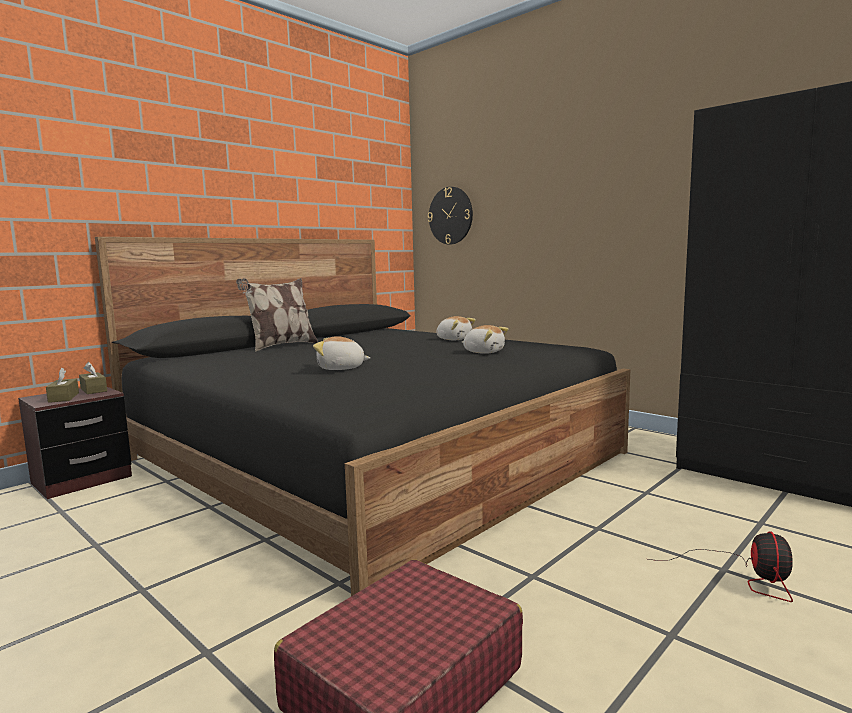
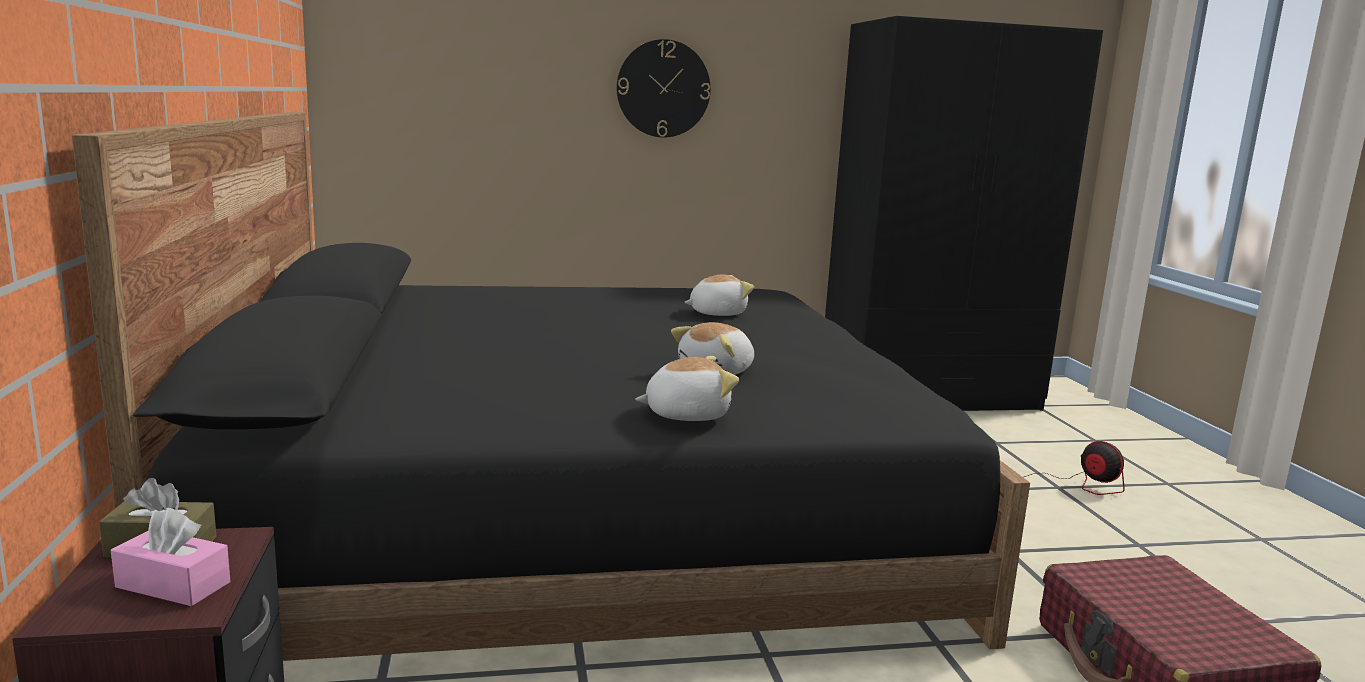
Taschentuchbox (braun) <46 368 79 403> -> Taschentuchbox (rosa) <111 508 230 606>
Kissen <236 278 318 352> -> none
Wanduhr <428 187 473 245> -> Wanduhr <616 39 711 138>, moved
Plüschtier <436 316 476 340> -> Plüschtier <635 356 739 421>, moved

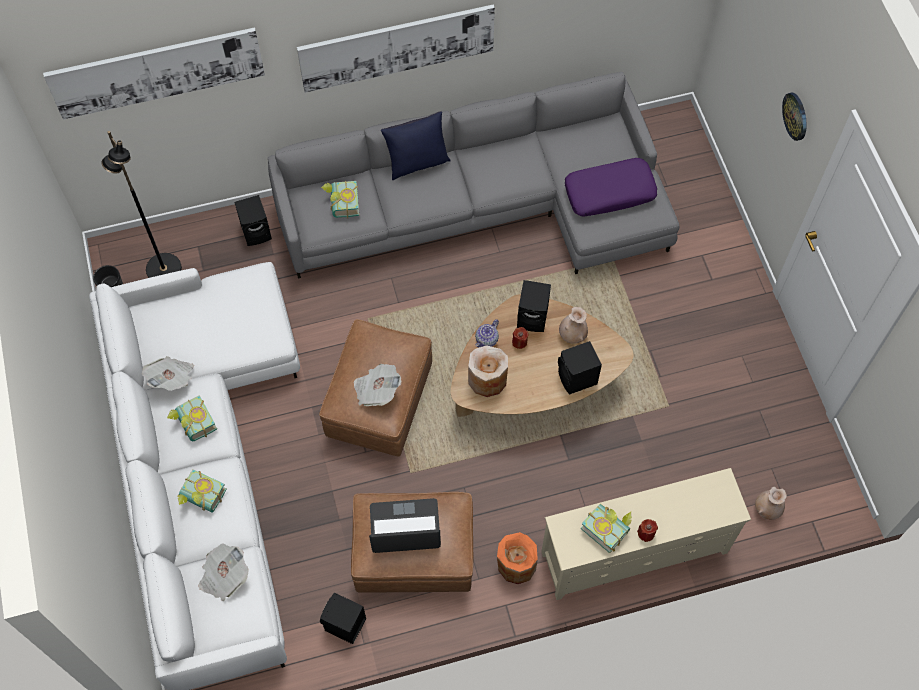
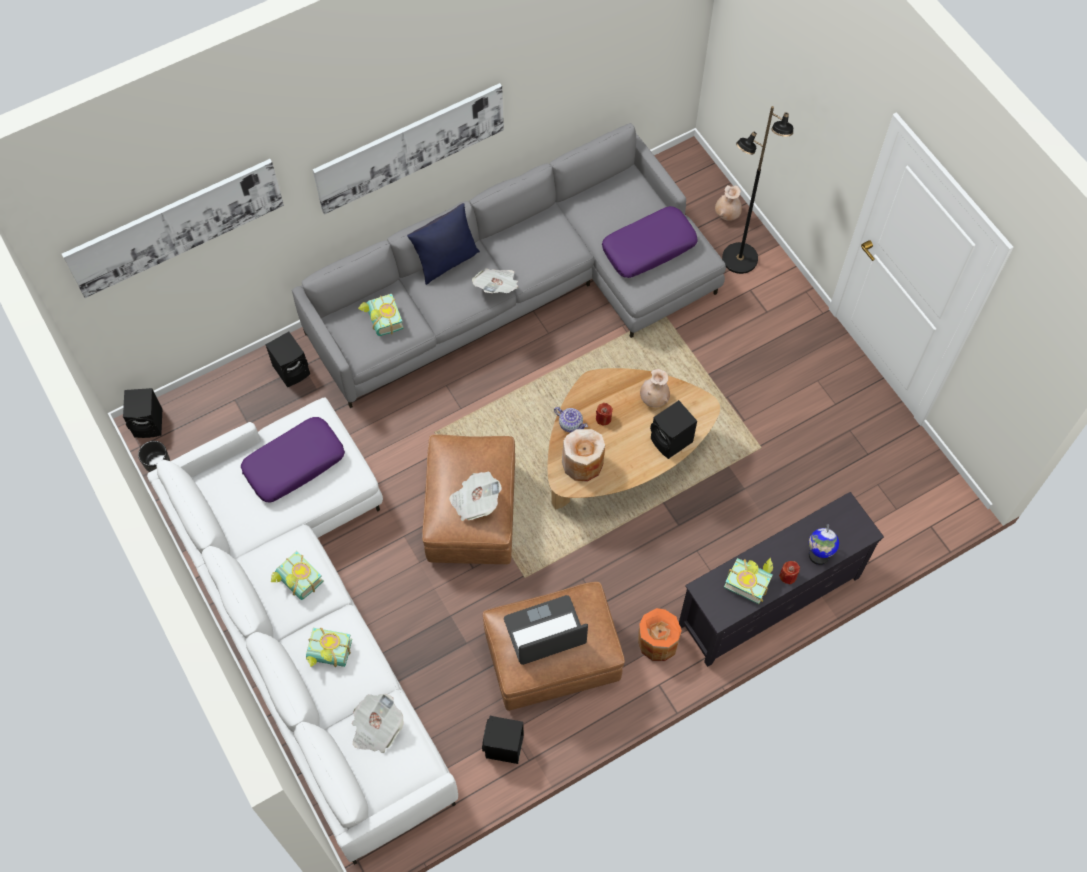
Stehlampe (schwarz) <101 131 182 278> -> Stehlampe (schwarz) <722 106 793 274>, moved
Zeitung <142 356 194 391> -> Zeitung <472 268 518 293>, moved
Teekanne <475 319 499 348> -> Teekanne <554 407 588 433>, 75 degrees counterclockwise
Lautsprecher (schwarz) <517 280 551 332> -> Lautsprecher (schwarz) <123 388 162 438>, moved
Fernsehschrank (beige) <541 468 751 600> -> Fernsehschrank (schwarz) <679 492 884 667>
Vase (beige) <755 487 787 520> -> Vase (beige) <715 185 742 221>, moved
Wanduhr <782 93 807 141> -> none
none -> Kissen (lila) <241 417 345 502>
none -> Globus <809 524 839 565>

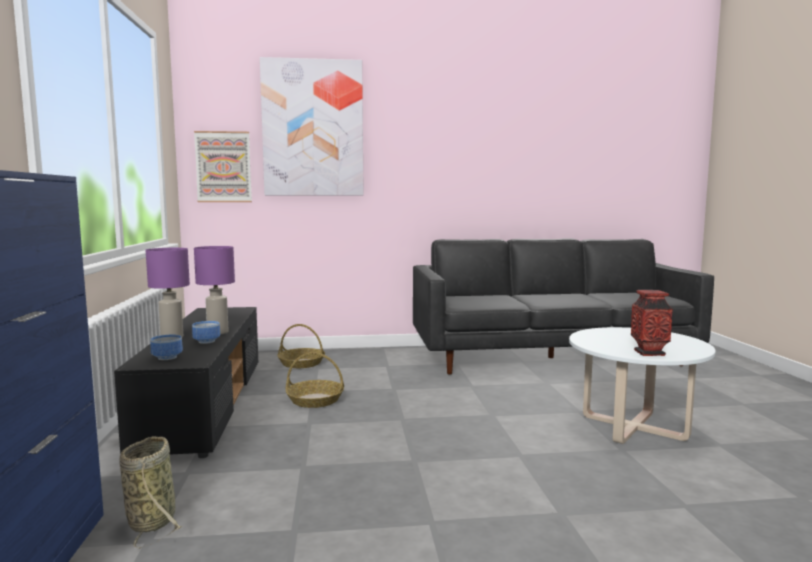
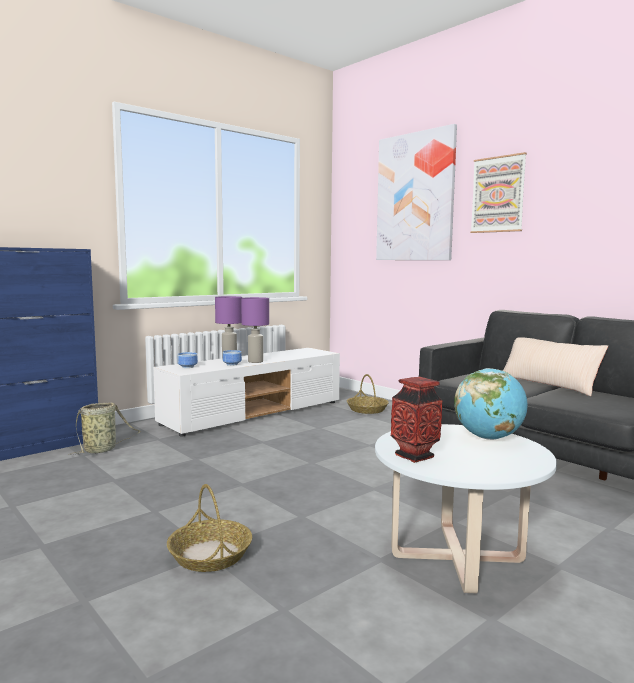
Fernsehschrank (schwarz) <114 307 258 458> -> Fernsehschrank (weiß) <153 348 340 437>
Bild <194 131 252 202> -> Bild <470 152 527 233>, moved
Korb <286 352 344 408> -> Korb <167 484 252 572>, moved
none -> Globus <454 368 528 440>
none -> Kissen (beige) <503 337 608 396>

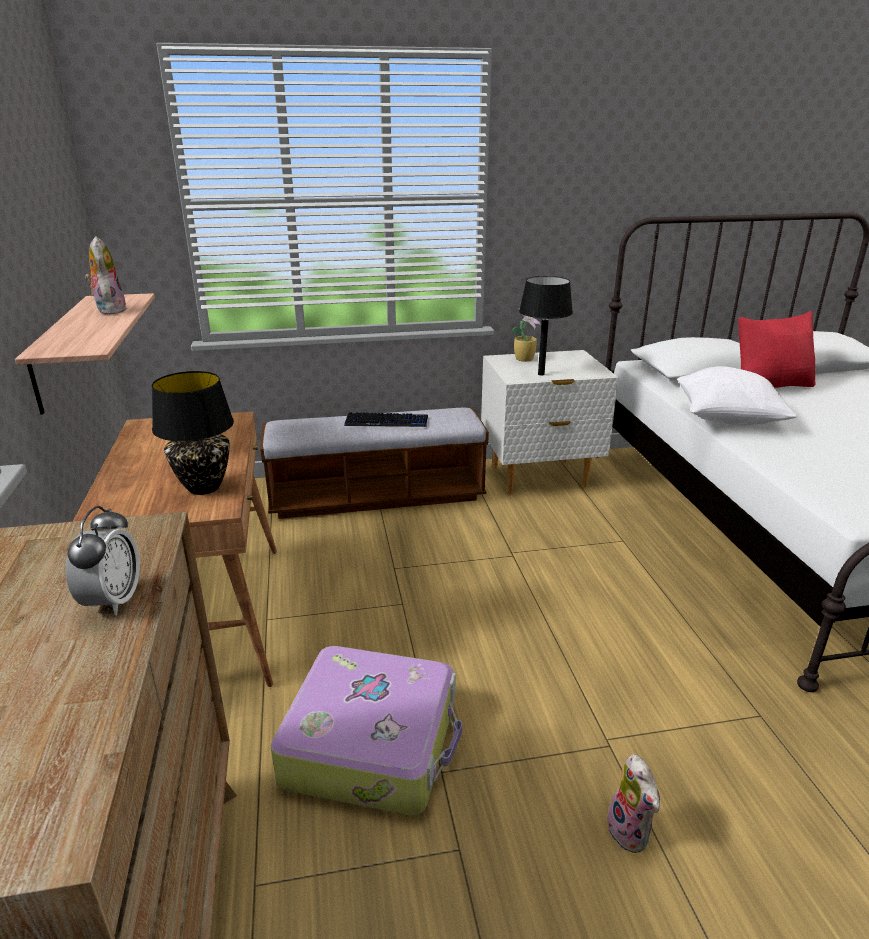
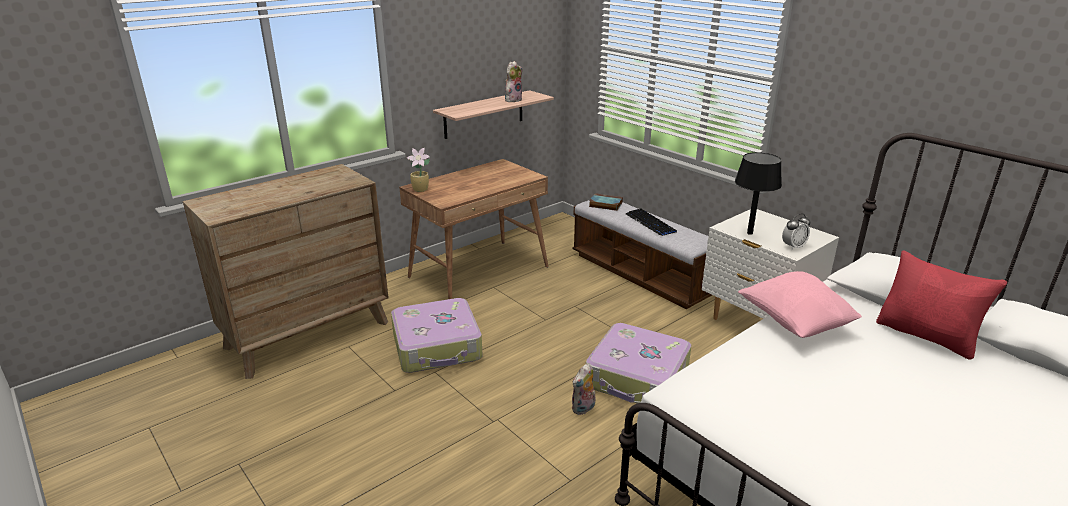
Wecker <65 506 140 616> -> Wecker <782 213 810 250>, moved
Tischlampe (schwarz) <152 371 234 495> -> none
Topfpflanze <512 308 541 362> -> Topfpflanze <407 148 430 192>, moved
Plüschtier <607 754 660 853> -> Plüschtier <572 363 596 415>, moved
Kissen (weiß) <677 366 798 425> -> Kissen (rosa) <738 271 862 338>
none -> Koffer <586 323 692 404>
none -> Buch <589 193 623 211>

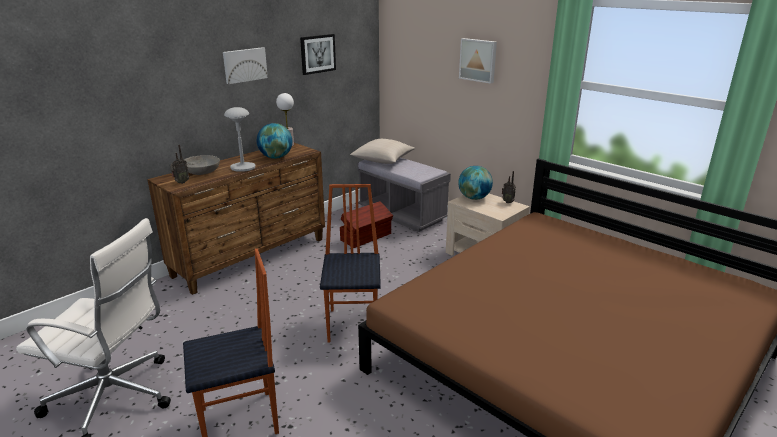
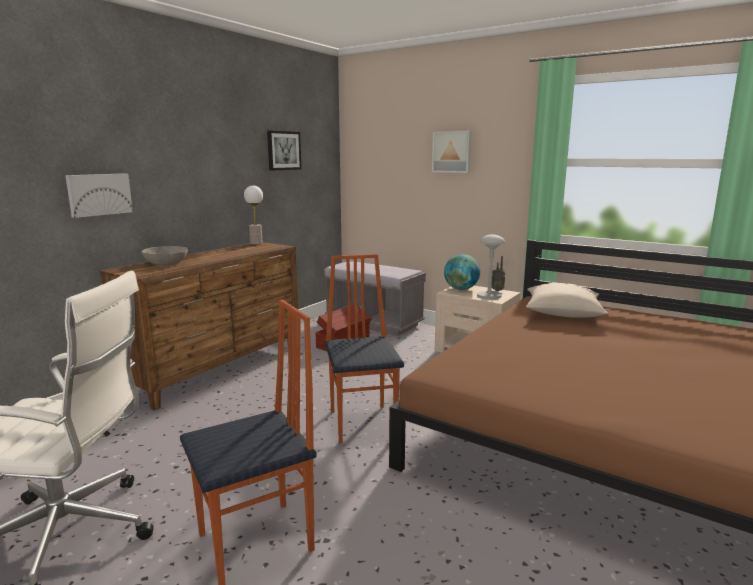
Radio <170 145 189 184> -> none
Bild <223 47 268 84> -> Bild <65 173 133 218>, moved
Tischlampe (grau) <224 107 255 172> -> Tischlampe (grau) <477 235 505 299>, moved
Globus <257 123 292 159> -> none
Kissen (beige) <350 139 415 164> -> Kissen (beige) <526 283 608 318>, moved

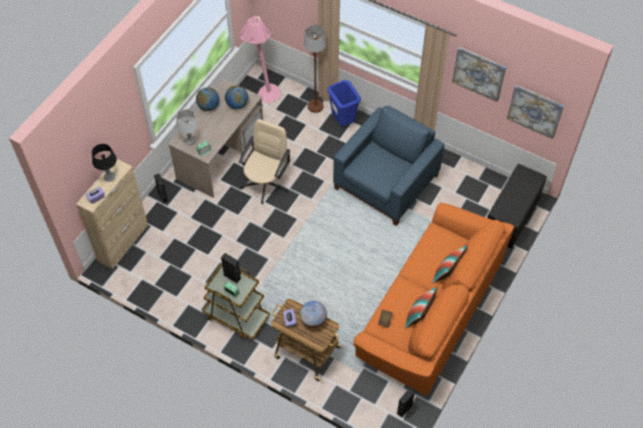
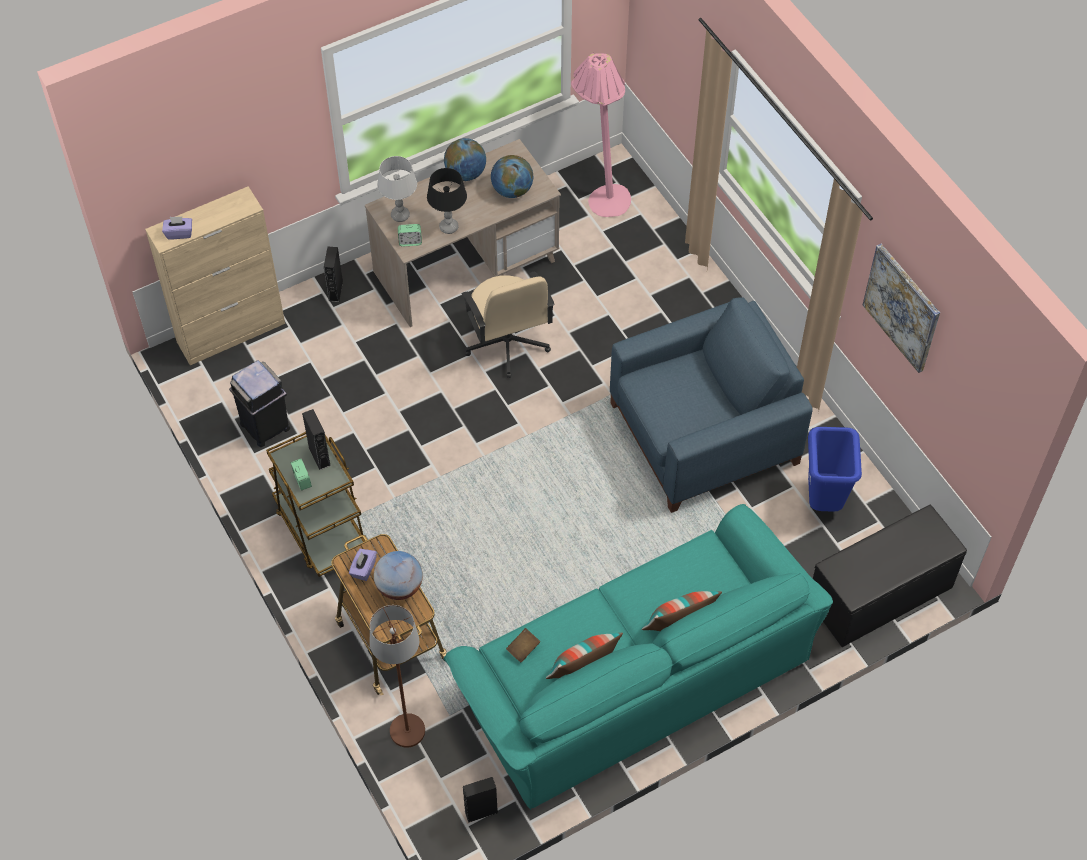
Tischlampe (schwarz) <92 144 117 182> -> Tischlampe (schwarz) <427 168 467 234>, moved
Bürostuhl (beige) <239 119 291 204> -> Bürostuhl (beige) <462 272 554 378>, 105 degrees clockwise
Stehlampe (braun) <304 25 326 113> -> Stehlampe (braun) <370 605 425 748>, moved
Mülleimer (blau) <327 80 361 126> -> Mülleimer (blau) <808 427 862 512>, moved
Sofa (orange) <353 203 514 396> -> Sofa (türkis) <444 504 833 809>
Bild <507 85 564 139> -> none
none -> Mülleimer (schwarz) <229 360 290 447>

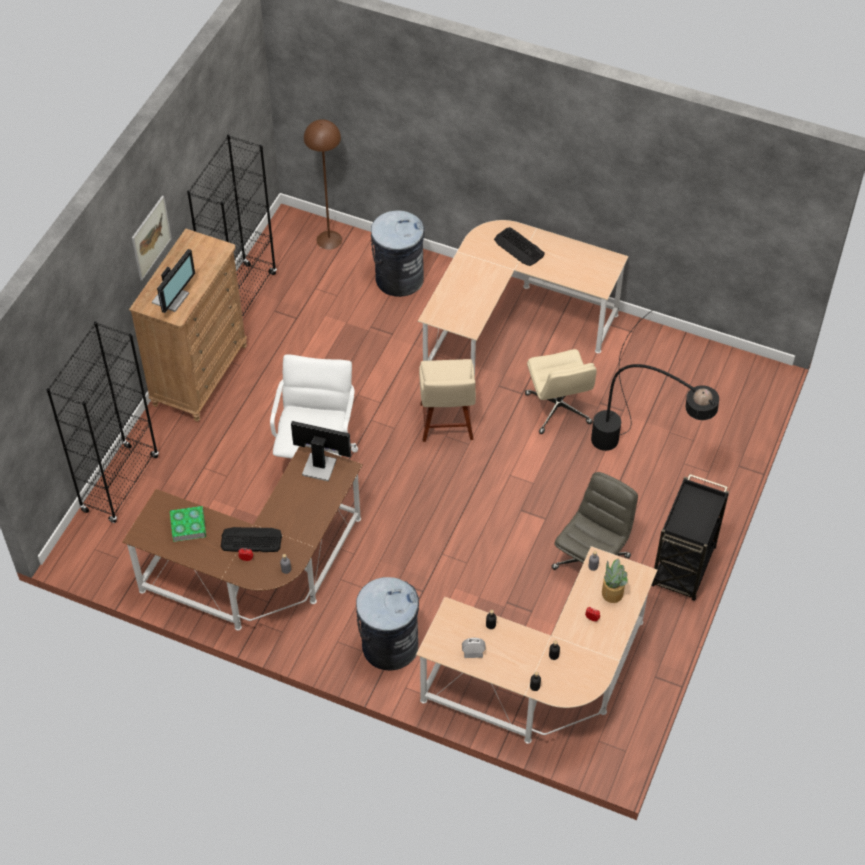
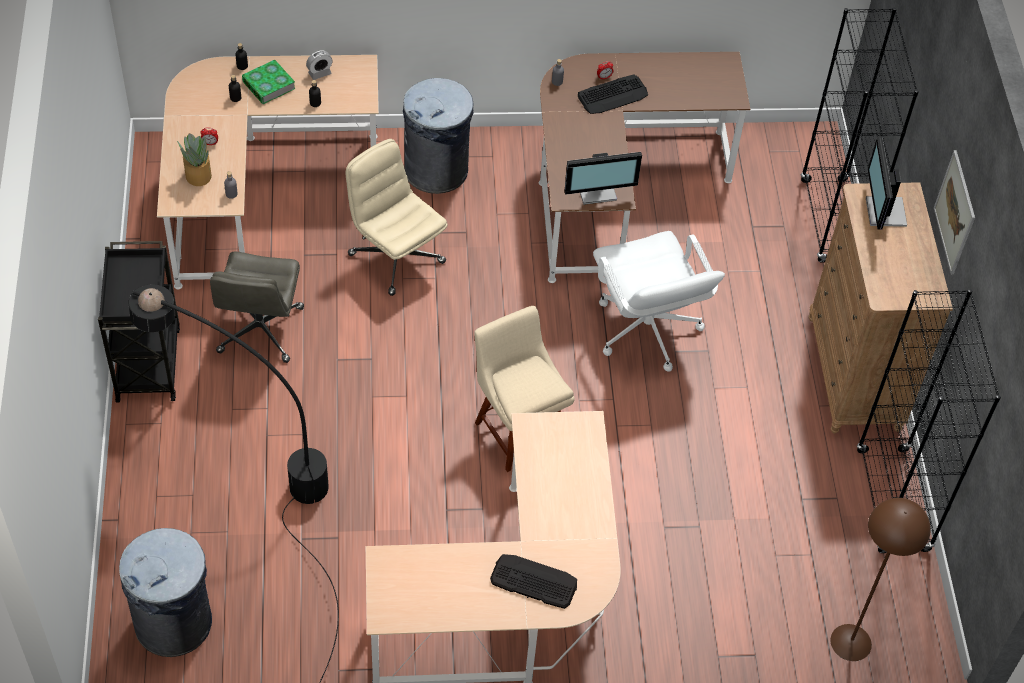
Buch <170 506 206 542> -> Buch <242 59 295 104>, moved
Mülleimer (grau) <371 211 424 297> -> Mülleimer (grau) <119 528 212 657>, moved
Bürostuhl (beige) <525 349 597 434> -> Bürostuhl (beige) <345 139 448 296>, moved

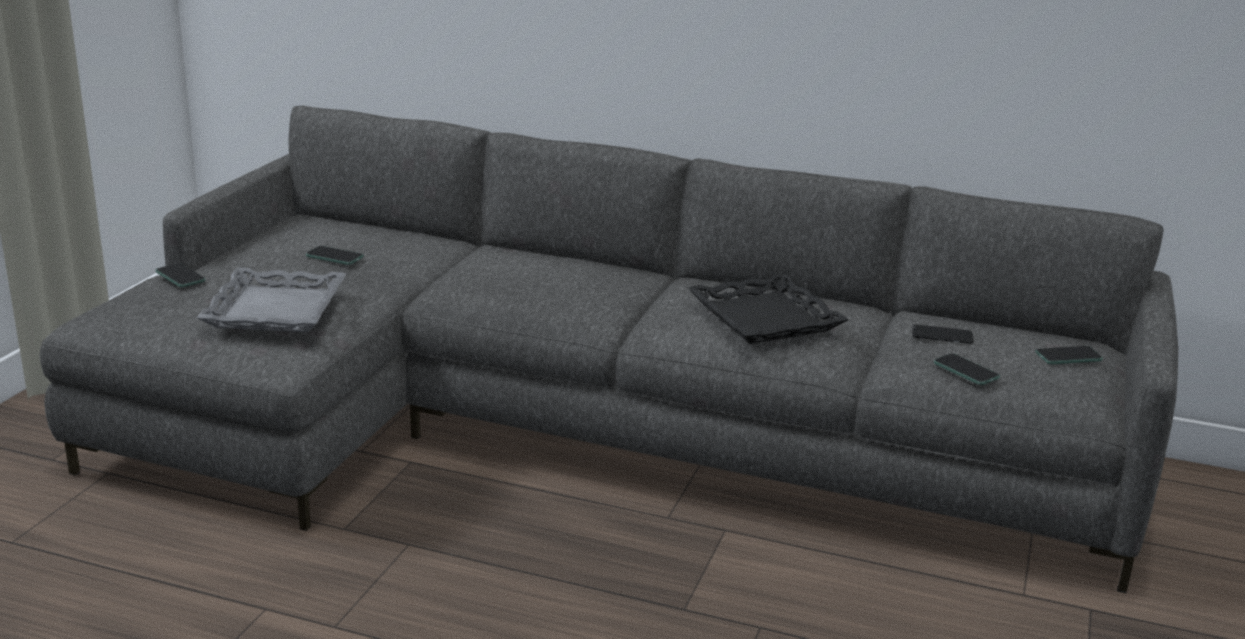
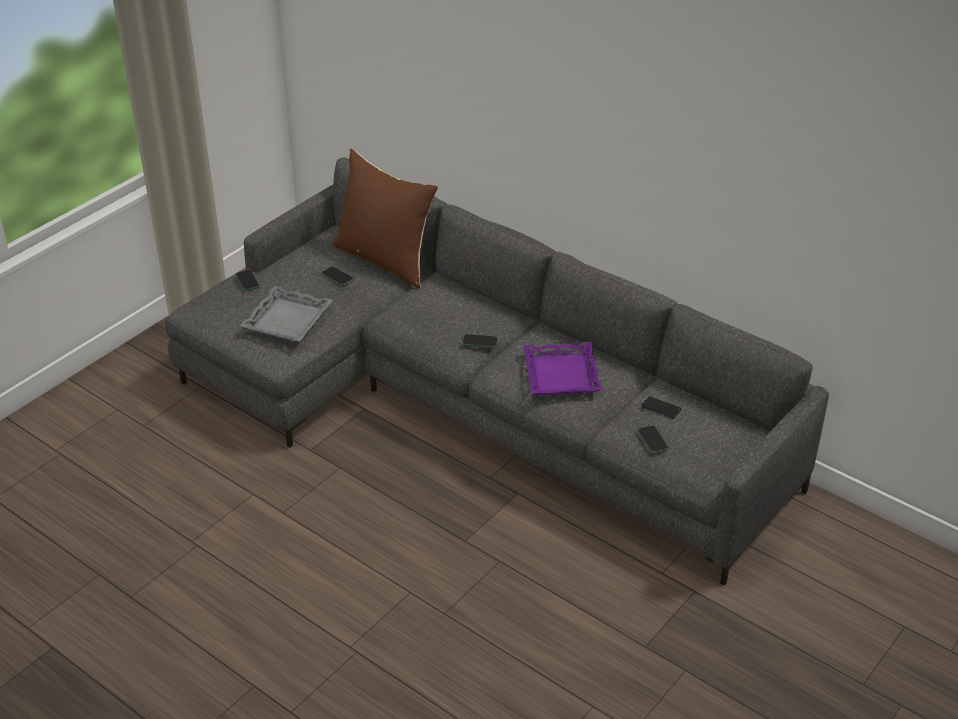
Tablett (schwarz) <688 273 849 344> -> Tablett (lila) <523 342 602 395>
Handy <1035 346 1103 364> -> Handy <462 334 498 348>, moved
none -> Kissen (braun) <332 149 438 288>

